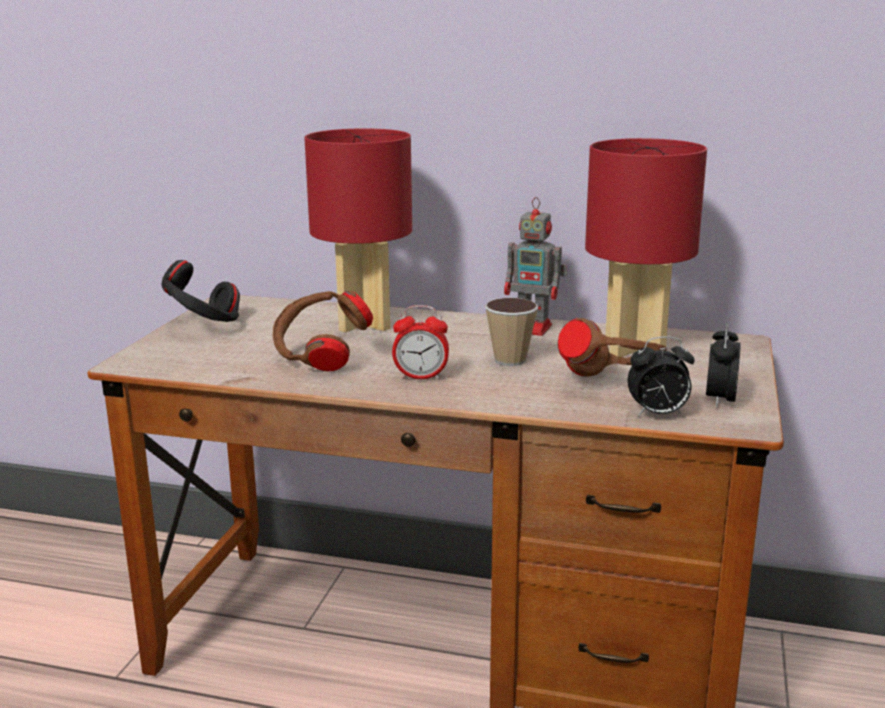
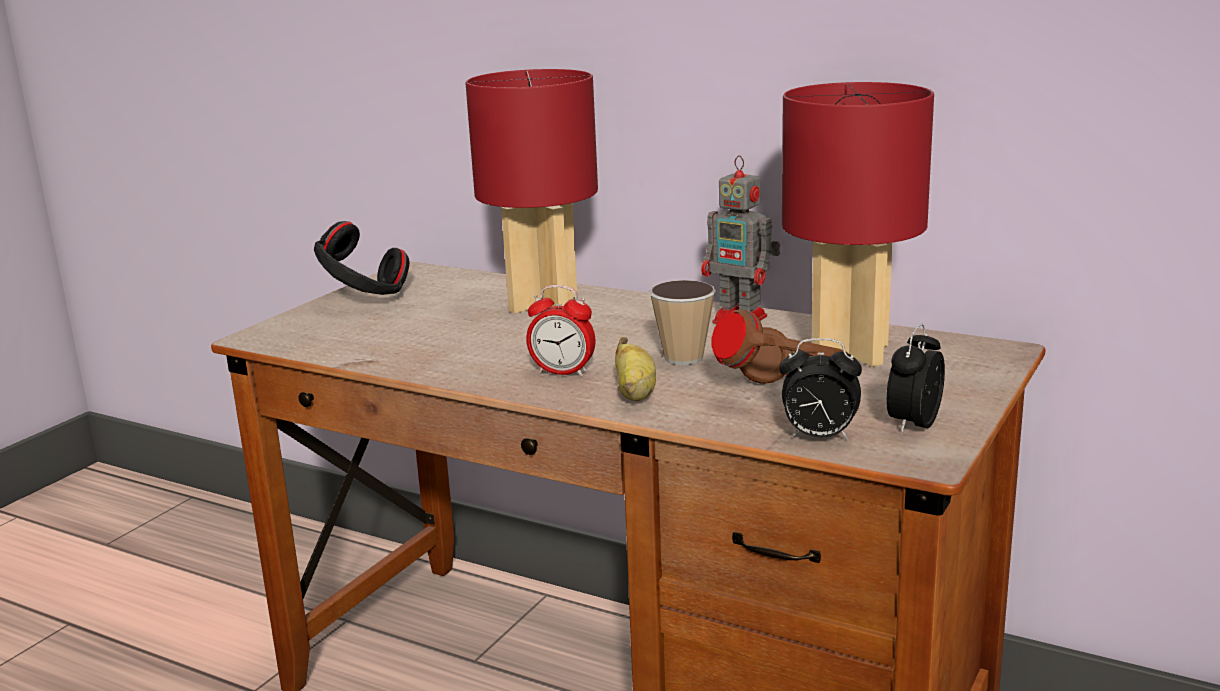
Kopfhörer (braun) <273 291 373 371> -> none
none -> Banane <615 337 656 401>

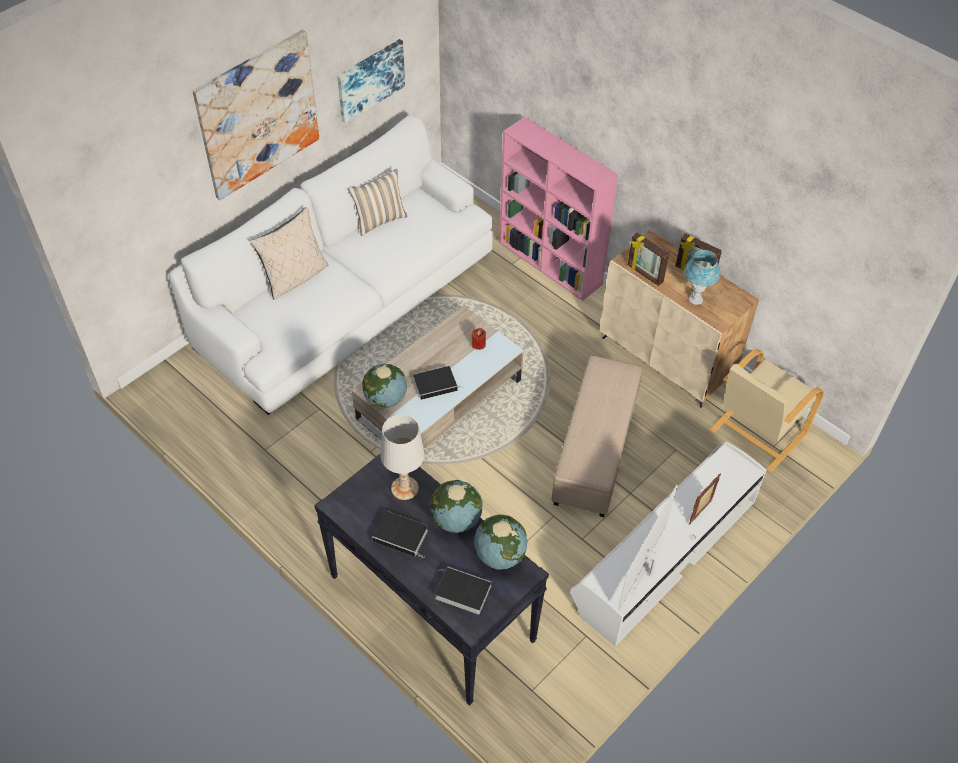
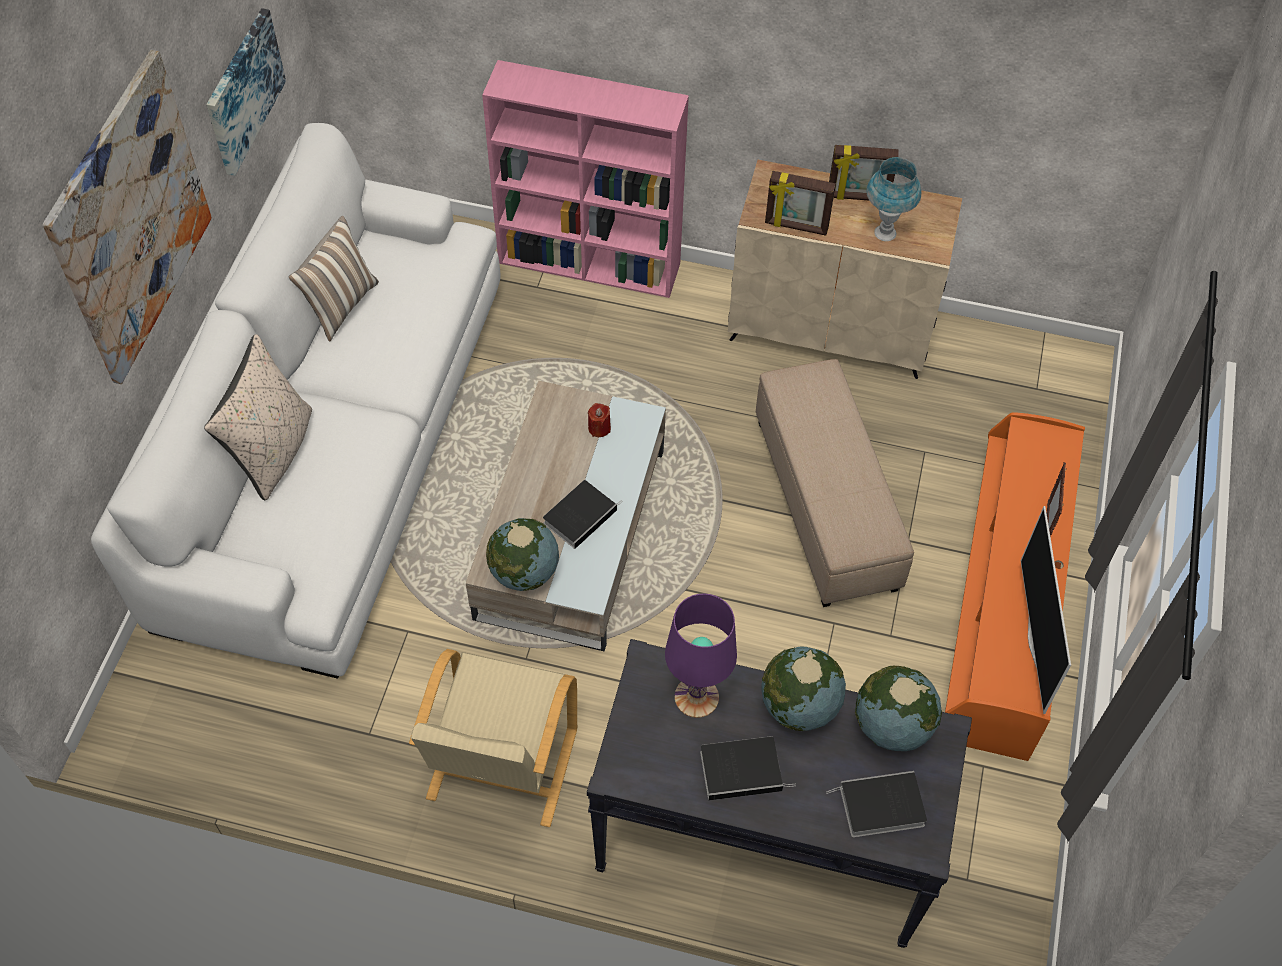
Tischlampe (weiß) <380 415 425 500> -> Tischlampe (lila) <665 594 737 718>
Fernsehschrank (weiß) <570 441 766 647> -> Fernsehschrank (orange) <945 412 1085 761>
Sessel (beige) <709 349 824 472> -> Sessel (beige) <409 649 577 827>, moved

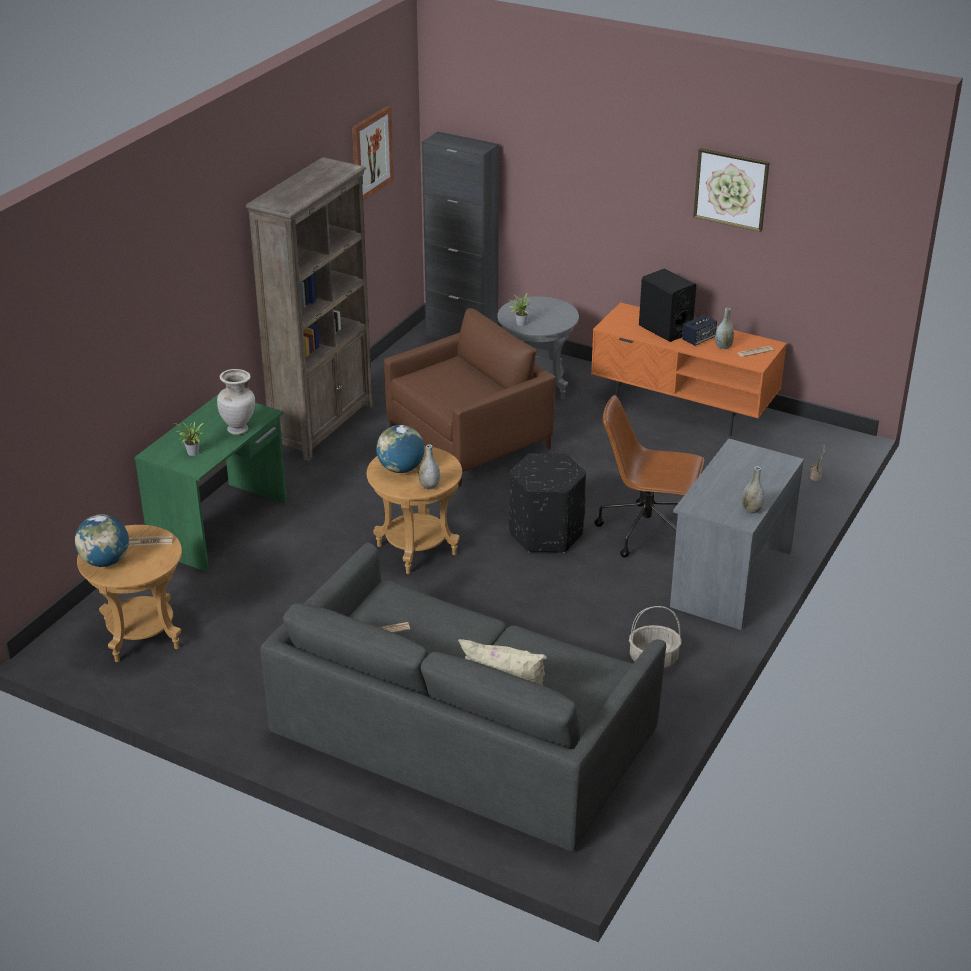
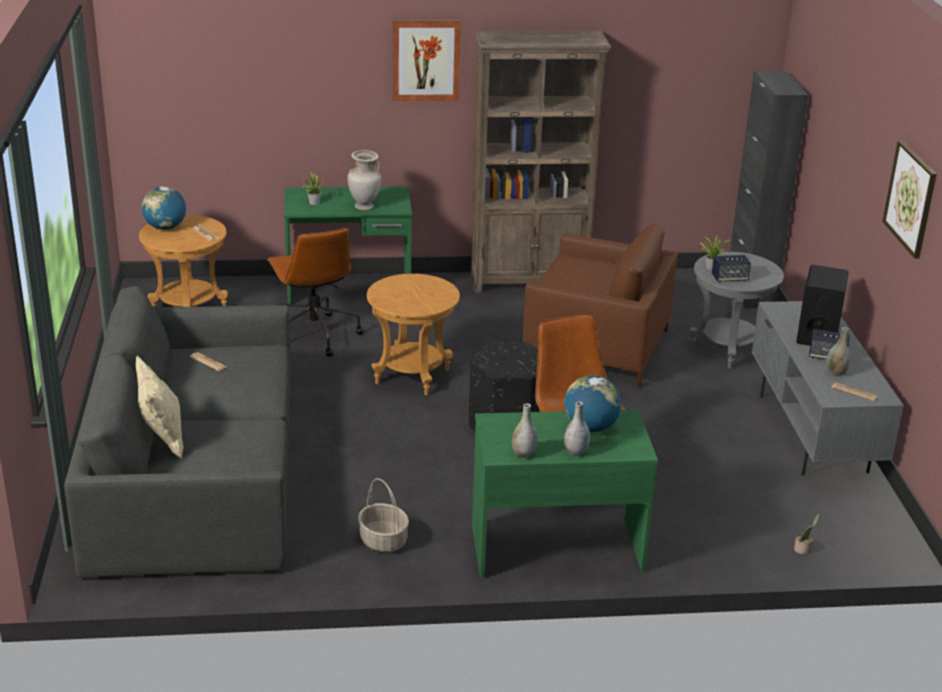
Bild <352 106 394 201> -> Bild <393 21 461 101>, moved
Globus <376 425 425 473> -> Globus <564 375 622 432>, moved
Vase (grau) <418 444 440 489> -> Vase (grau) <564 402 590 456>, moved
Fernsehschrank (orange) <591 302 787 436> -> Fernsehschrank (grau) <752 301 904 476>
Schreibtisch (grau) <670 438 804 630> -> Schreibtisch (grün) <472 409 658 579>
none -> Bürostuhl (braun) <267 228 364 357>
none -> Lautsprecher <712 255 751 282>

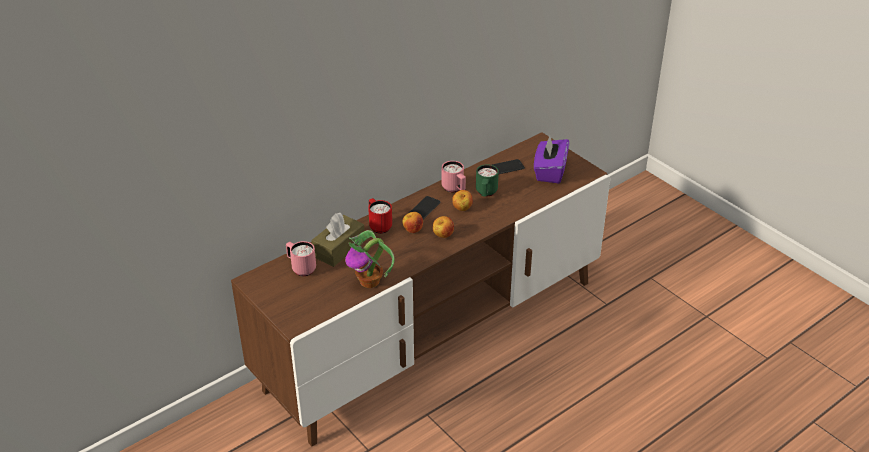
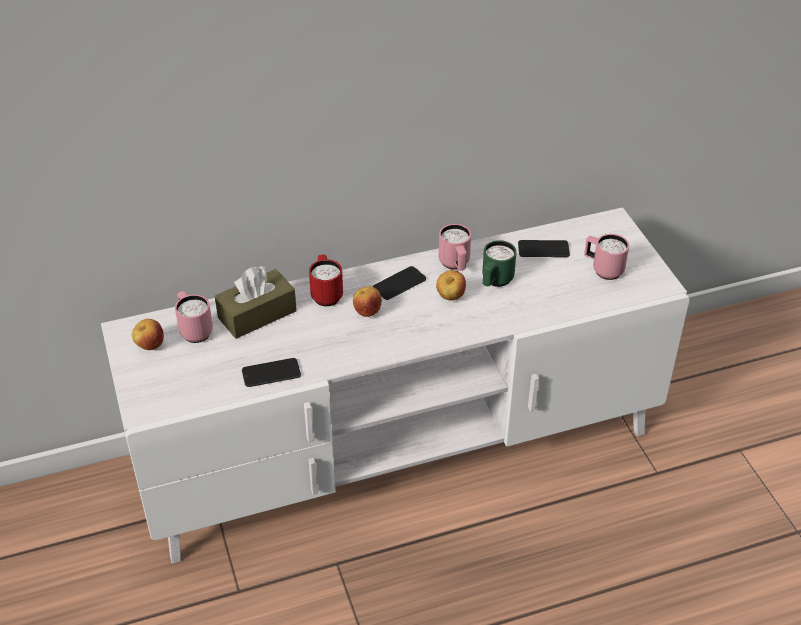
Fernsehschrank (braun) <231 132 610 446> -> Fernsehschrank (weiß) <101 207 690 564>
Topfpflanze <345 230 395 288> -> Handy <242 358 301 387>
Apfel <433 216 454 238> -> Apfel <132 319 164 350>, moved
Taschentuchbox (lila) <534 135 569 183> -> Henkelbecher (rosa) <584 234 629 280>

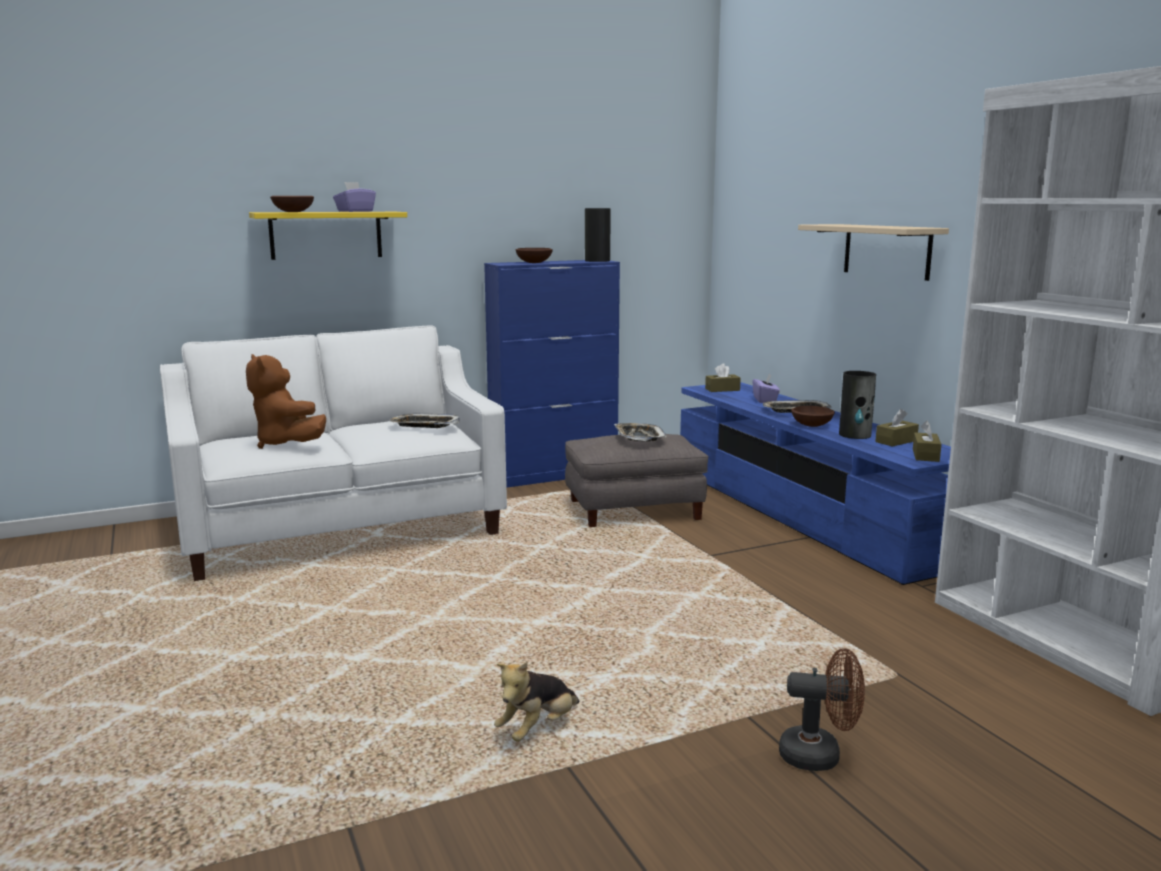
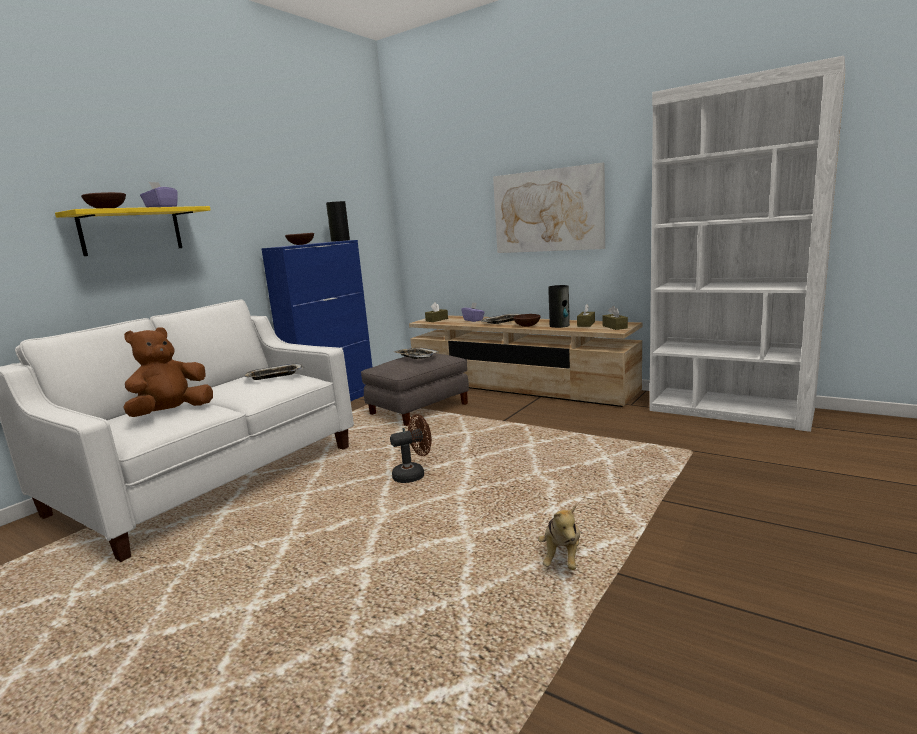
Plüschtier (braun) <246 354 326 449> -> Plüschtier (braun) <123 327 213 417>, 105 degrees clockwise
Fernsehschrank (blau) <680 382 951 585> -> Fernsehschrank (beige) <409 315 642 407>
Ventilator (braun) <779 648 865 771> -> Ventilator (braun) <390 414 432 483>, moved
Wandregal (beige) <798 224 949 281> -> Bild <493 163 605 253>

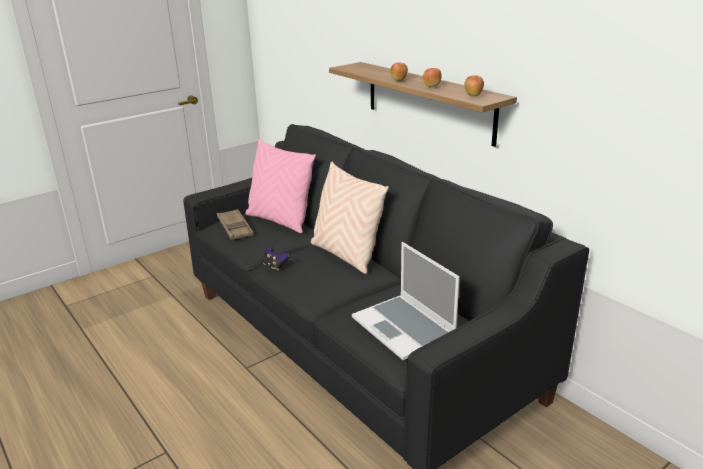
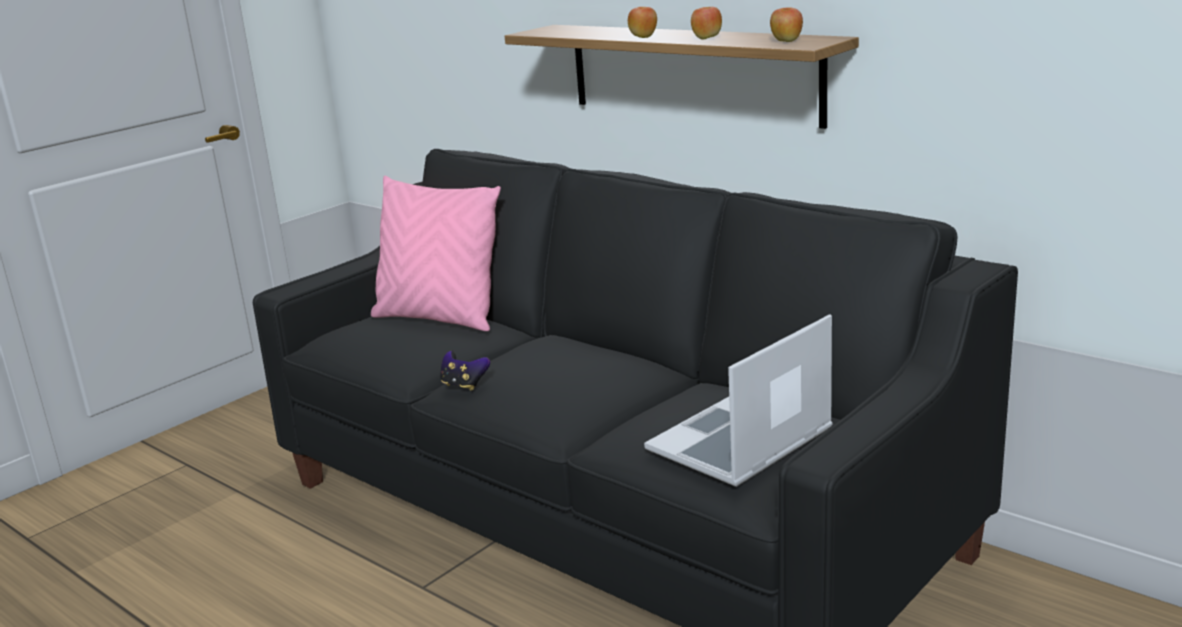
Tablett (braun) <217 209 254 240> -> none
Kissen (beige) <311 162 389 274> -> none
Laptop <352 242 460 360> -> Laptop <644 314 832 487>, 90 degrees clockwise

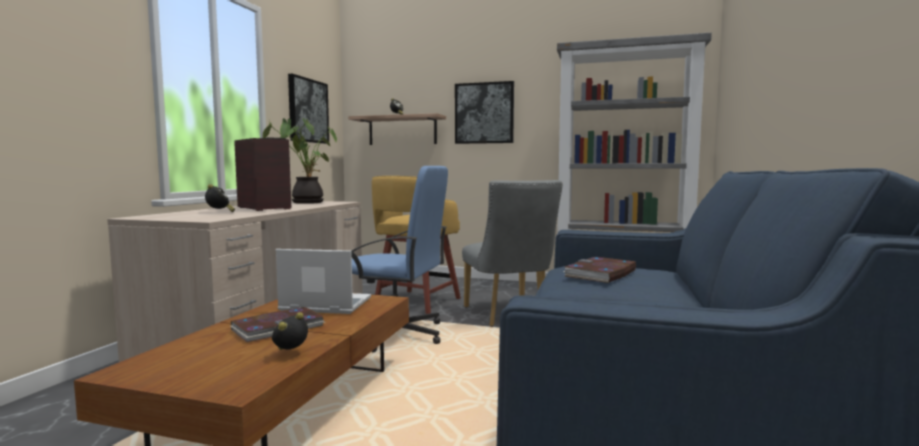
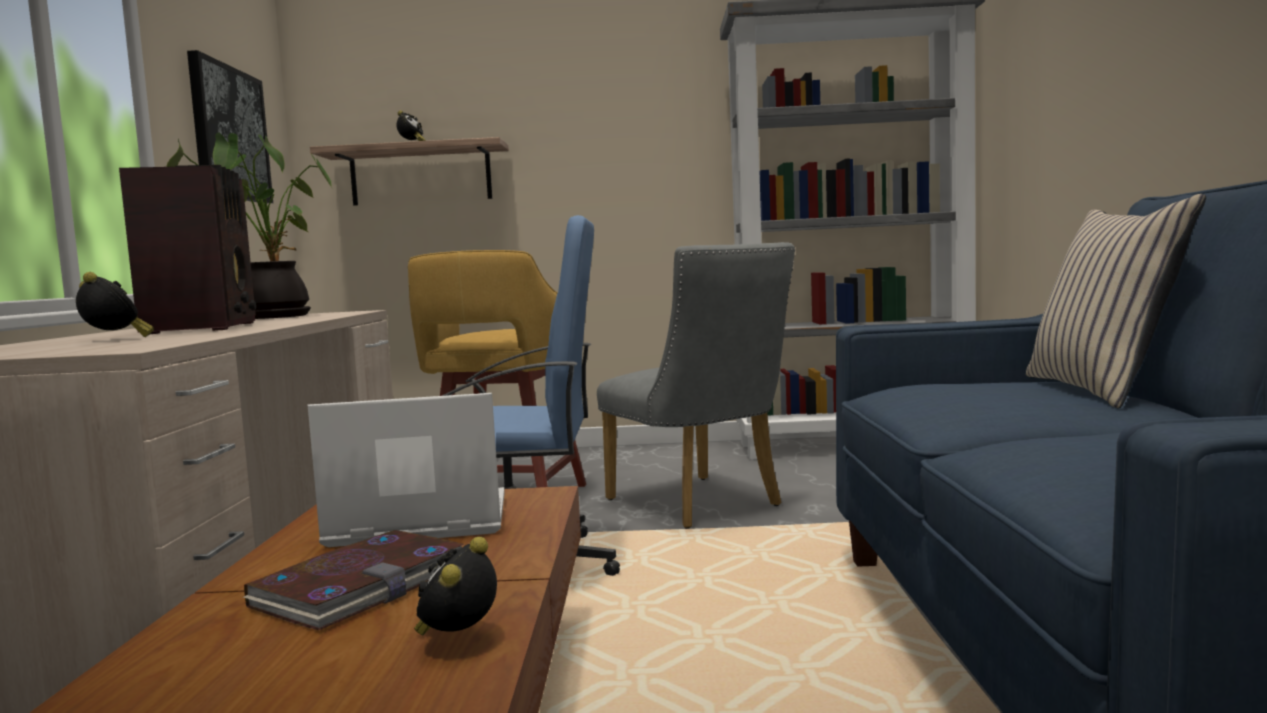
Radio <234 137 291 211> -> Radio <119 165 256 334>, 45 degrees clockwise
Bild <455 81 514 144> -> none
Buch <563 257 636 283> -> none
none -> Kissen (beige) <1026 194 1206 409>

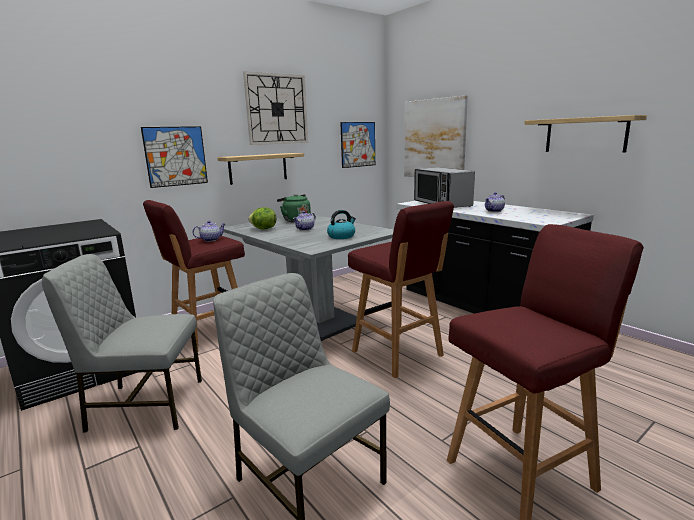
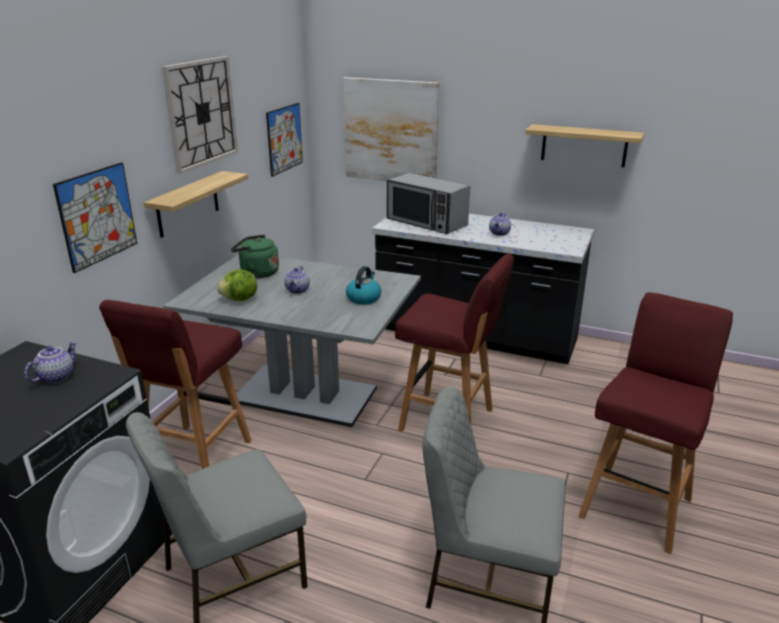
Teekanne <192 221 225 242> -> Teekanne <24 342 77 383>, moved

